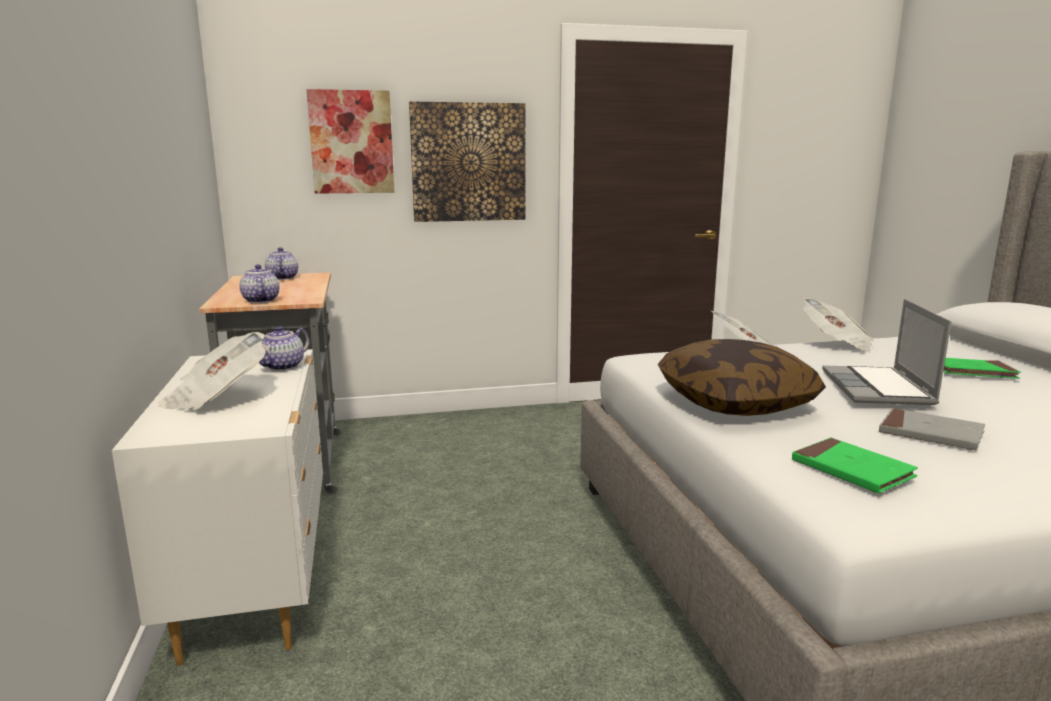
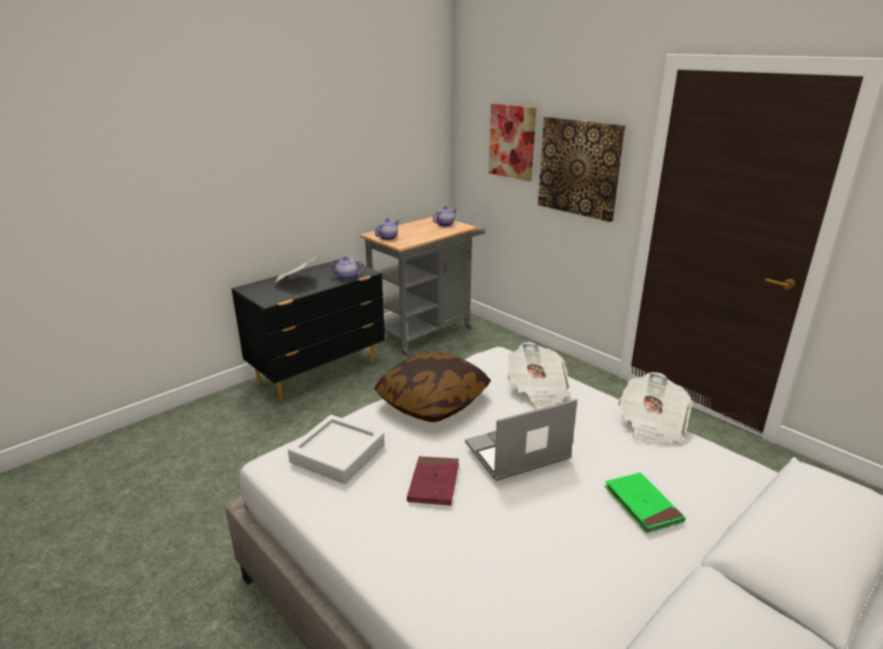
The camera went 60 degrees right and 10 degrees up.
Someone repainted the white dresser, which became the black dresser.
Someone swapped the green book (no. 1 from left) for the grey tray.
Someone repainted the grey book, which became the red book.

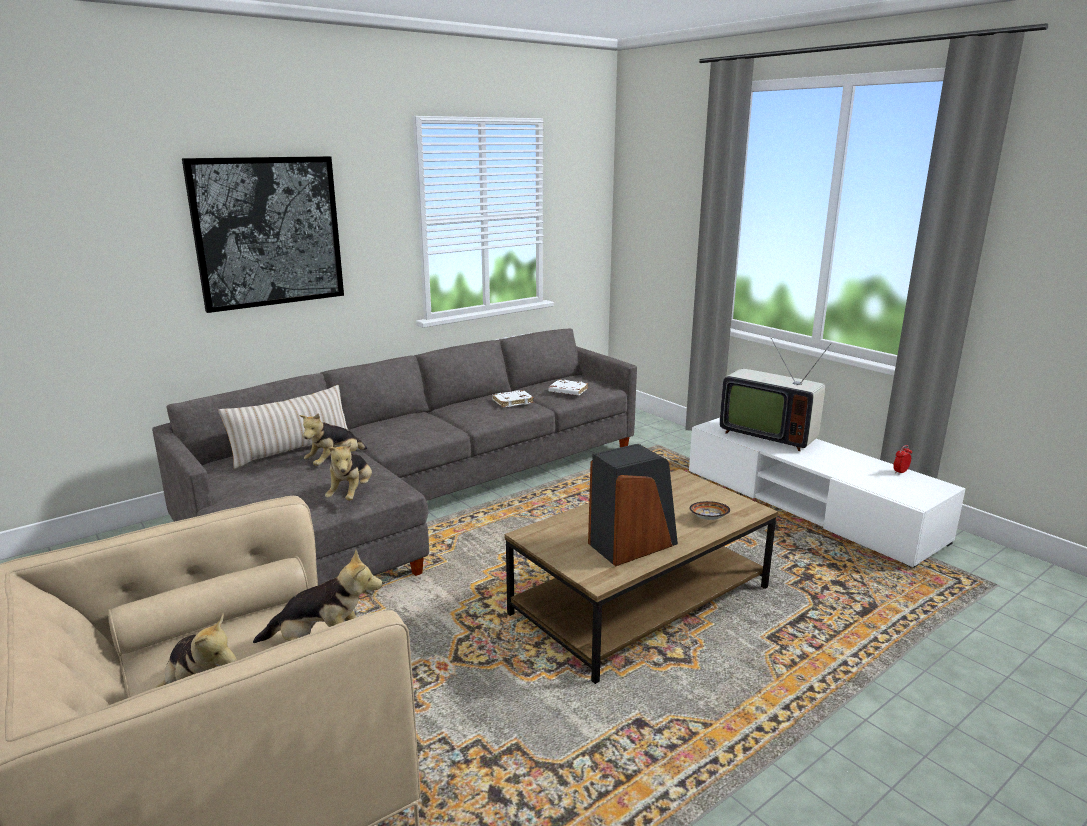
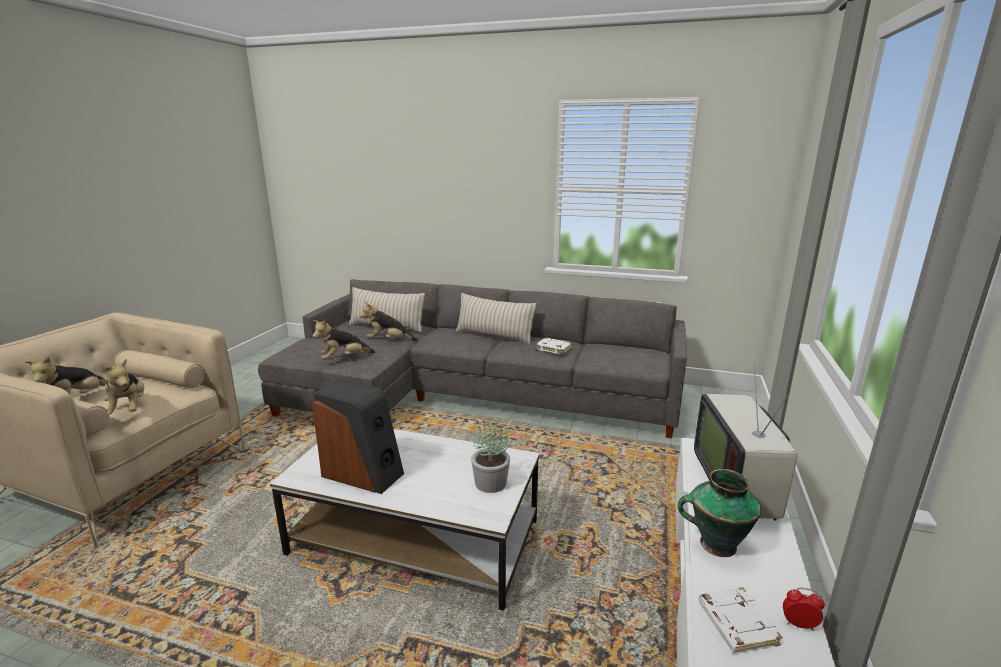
The camera went 55 degrees right and 0 degrees up.
Someone repainted the brown coffee table, which became the white coffee table.
Someone put down the beige pillow (no. 2 from left).
Someone put down the potted plant.
Someone put down the vase.
Someone carried the white book (no. 2 from left).
Someone took away the picture.
Someone took away the bowl.

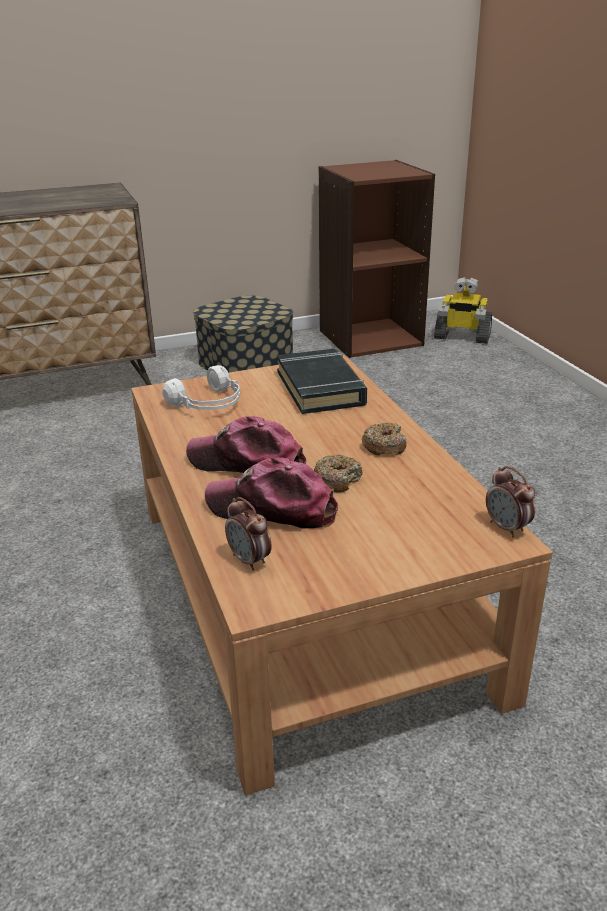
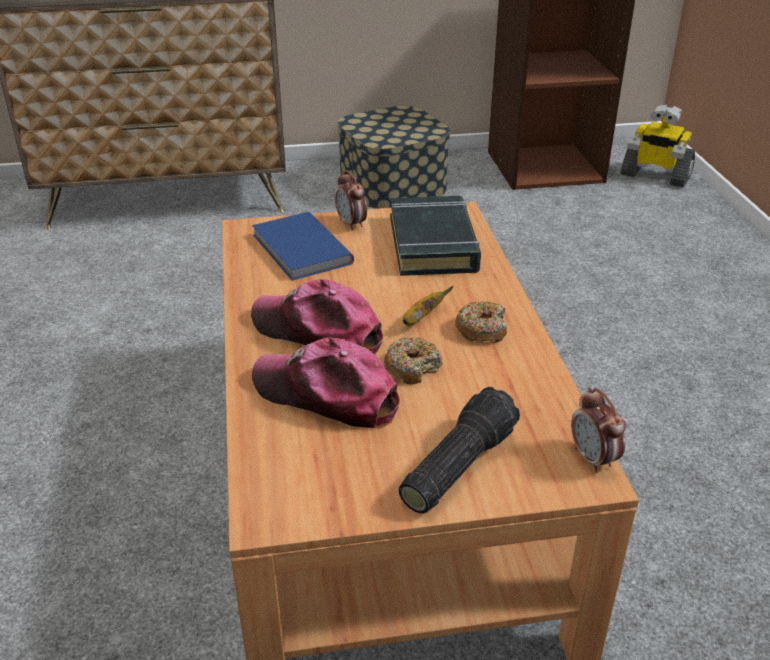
The camera went 10 degrees right and 5 degrees up.
Someone swapped the white headphones for the blue book.
Someone carried the alarm clock (no. 1 from left).
Someone put down the flashlight.
Someone put down the banana.

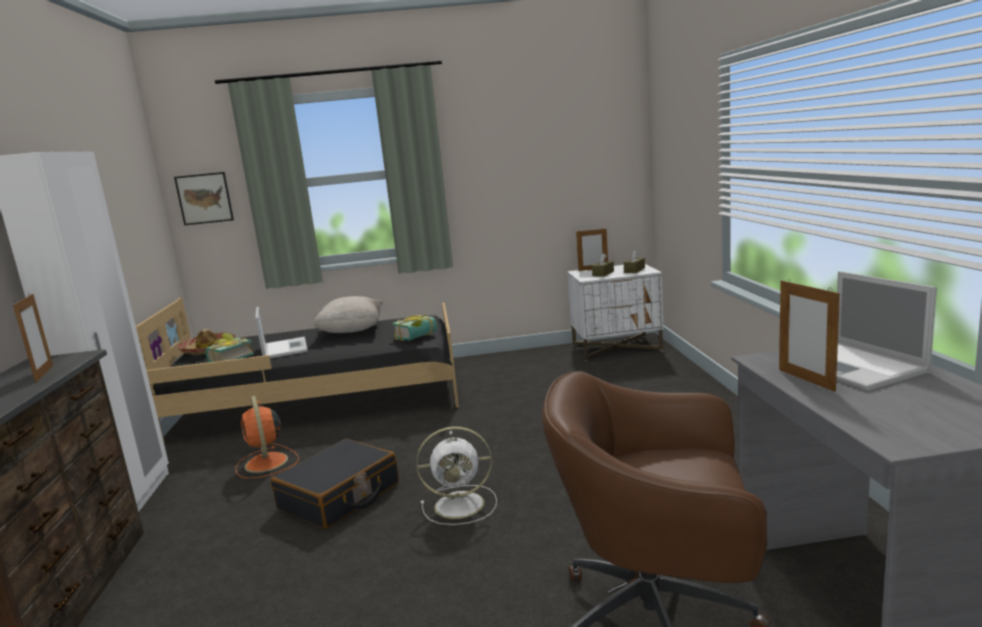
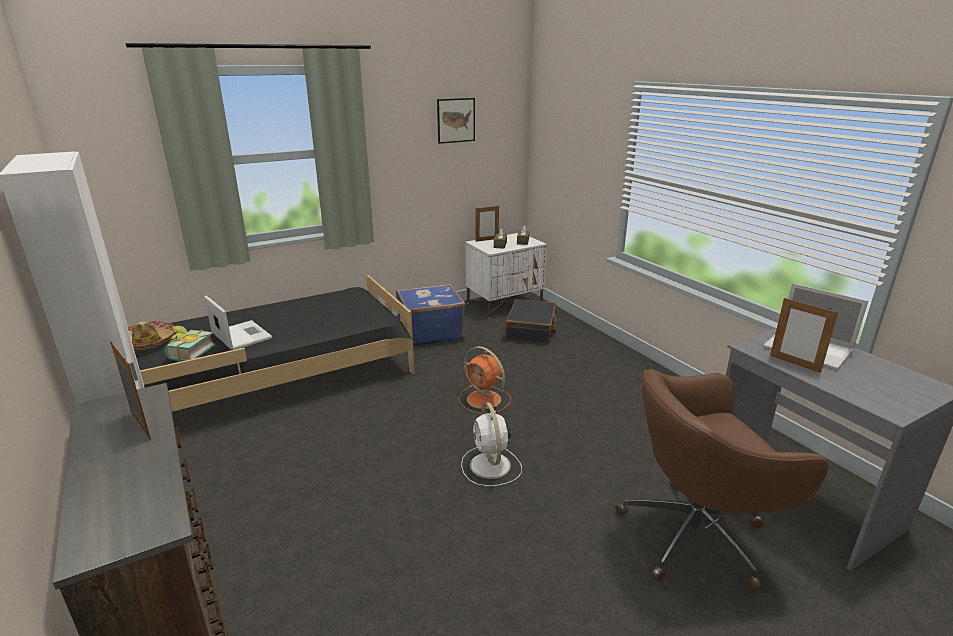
The camera went 25 degrees left and 10 degrees up.
Someone put down the blue suitcase.
Someone carried the picture.
Someone carried the orange fan.
Someone rotated the white fan by 105 degrees clockwise.
Someone carried the black suitcase.
Someone took away the beige pillow.
Someone took away the book (no. 2 from left).

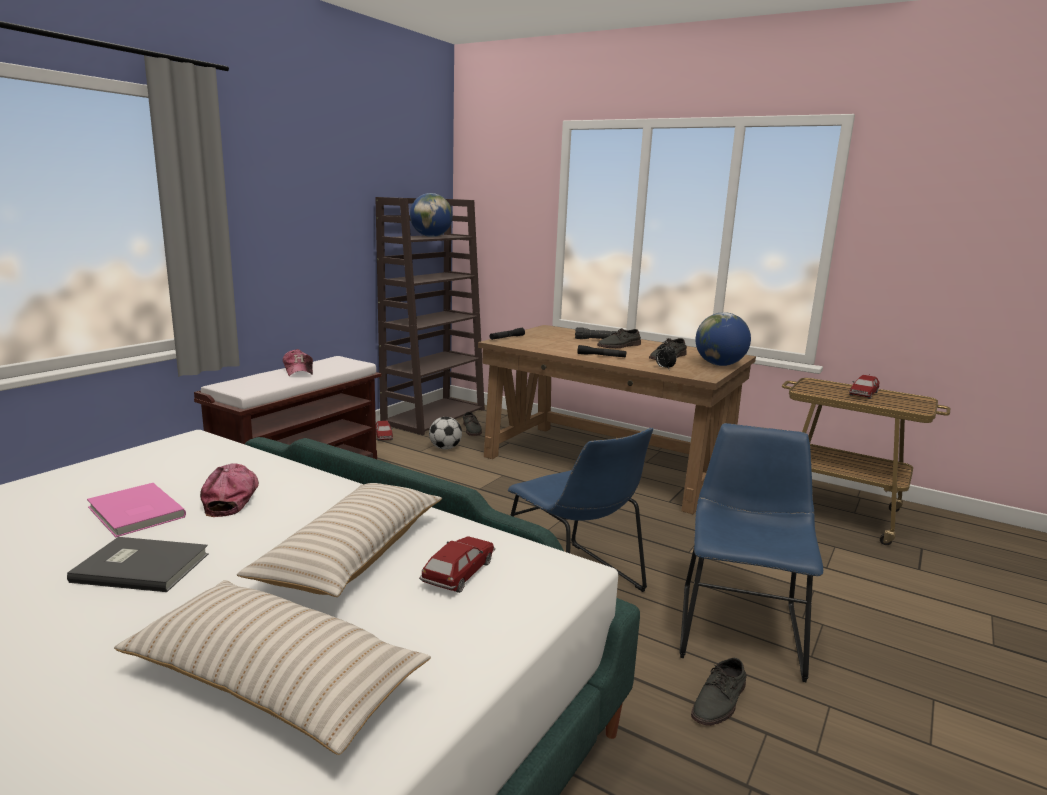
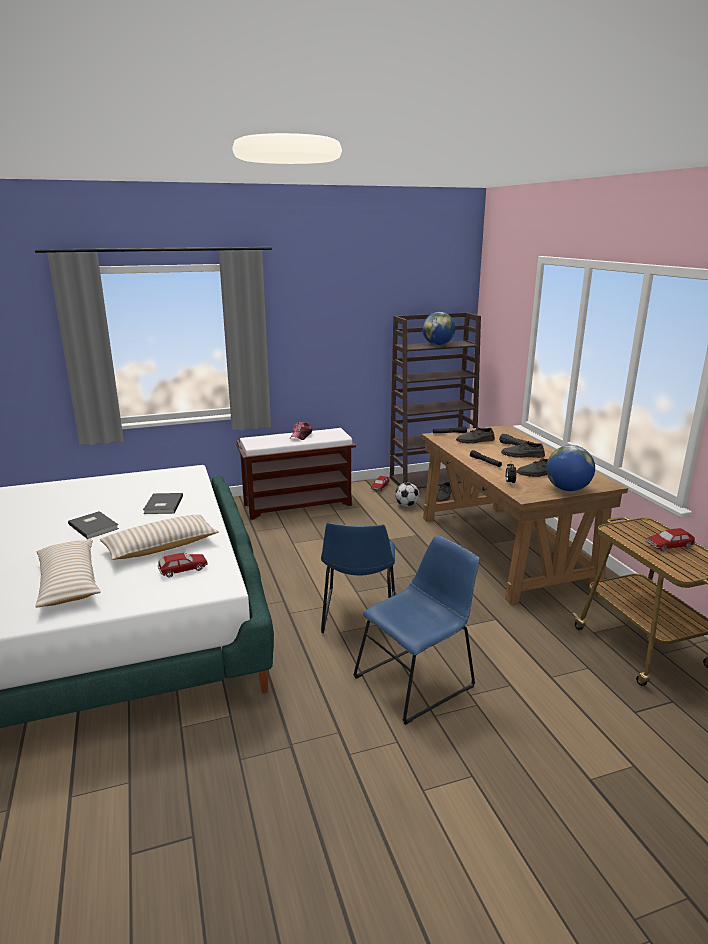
The camera went 40 degrees right and 5 degrees up.
Someone swapped the cap (no. 1 from left) for the grey book (no. 2 from left).
Someone carried the grey shoe (no. 4 from left in the first image).
Someone took away the pink book.

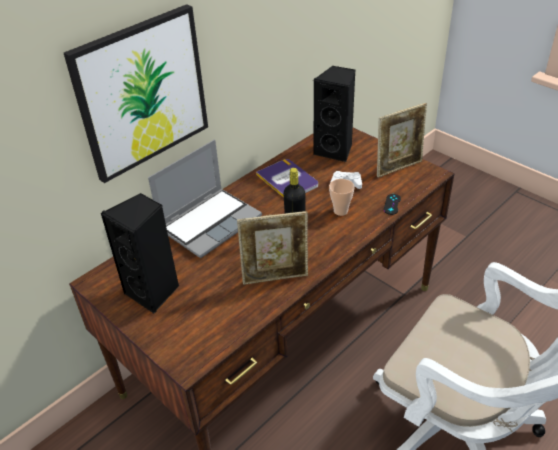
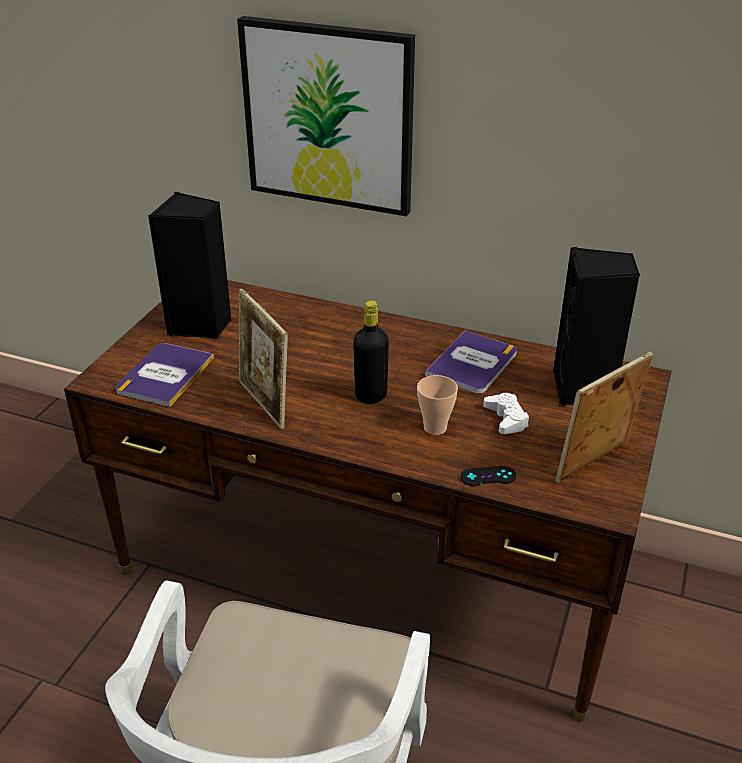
The camera went 65 degrees right and 5 degrees down.
Someone put down the book (no. 1 from left).
Someone rotated the picture frame (no. 2 from left) by 105 degrees clockwise.
Someone took away the laptop.

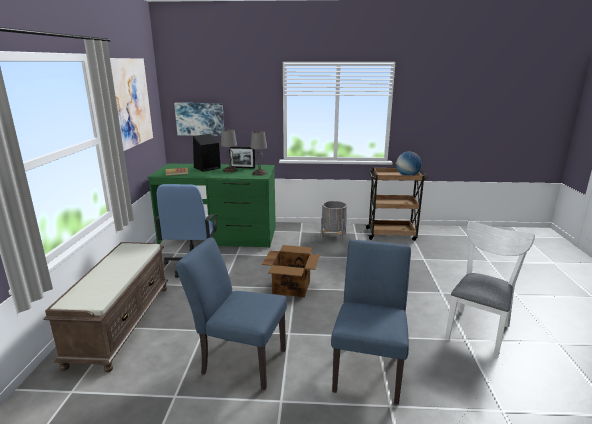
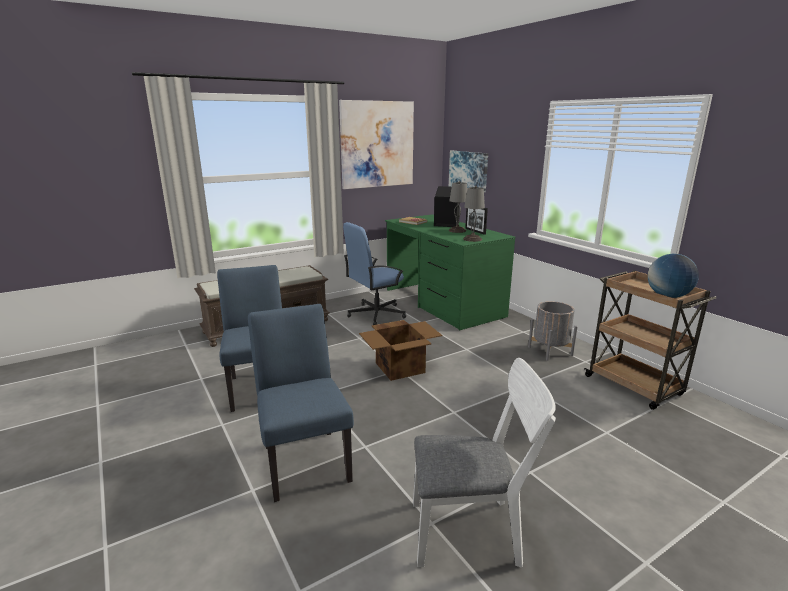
The camera went 55 degrees right and 0 degrees up.
Someone rotated the blue chair (no. 2 from left) by 90 degrees counterclockwise.

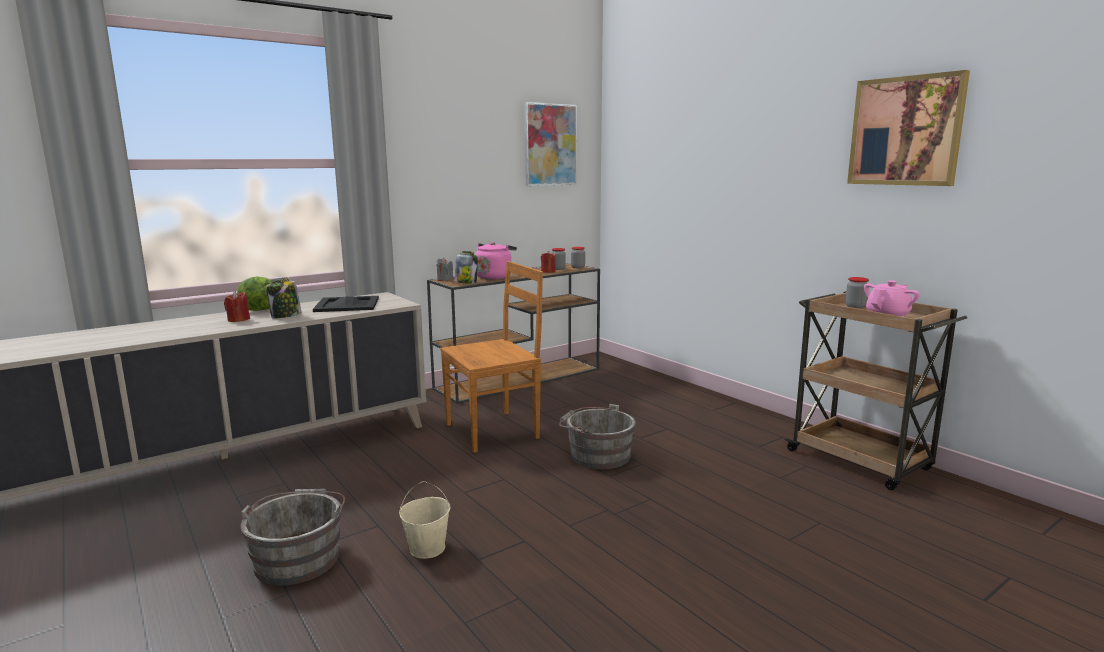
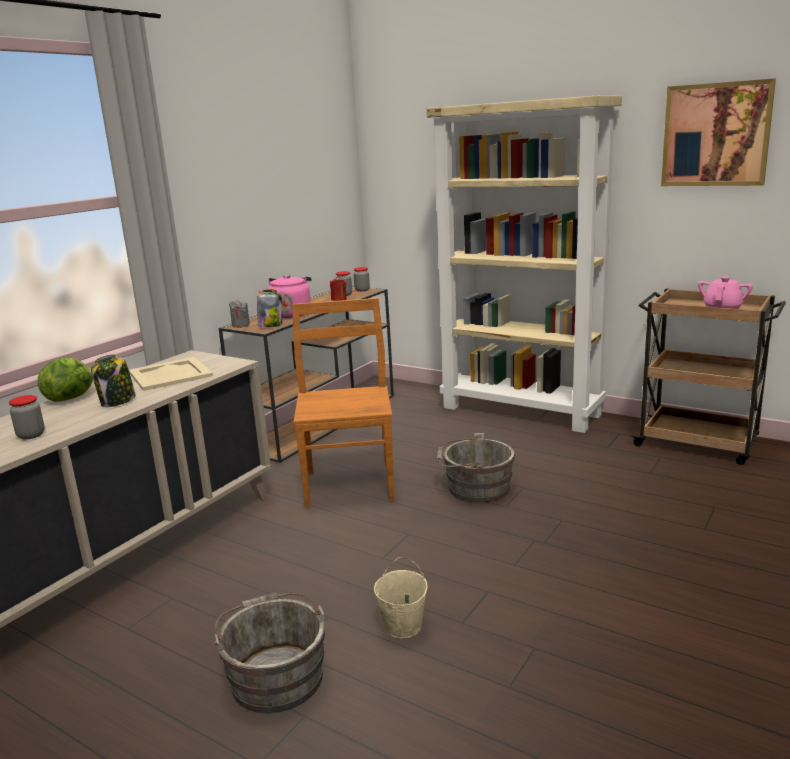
The camera went 20 degrees left and 5 degrees up.
Someone carried the jar (no. 5 from left in the first image).
Someone repainted the black tray, which became the beige tray.
Someone rotated the brown chair by 45 degrees counterclockwise.
Someone put down the beige bookcase.
Someone took away the red candle (no. 1 from left).
Someone took away the picture (no. 1 from left).

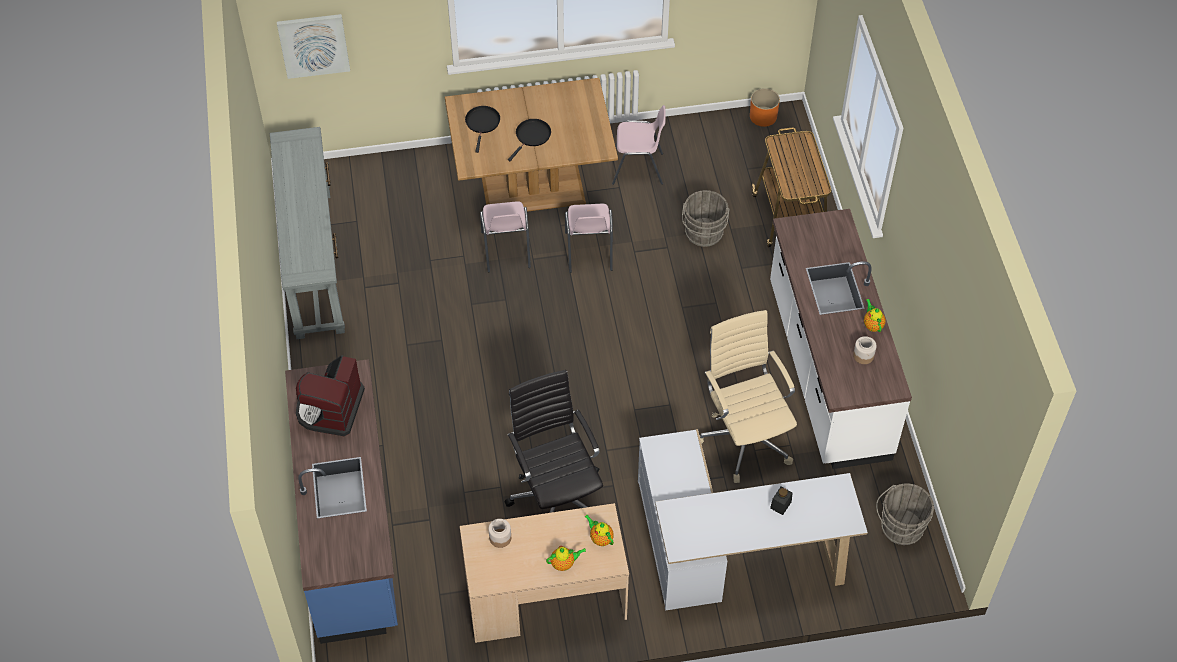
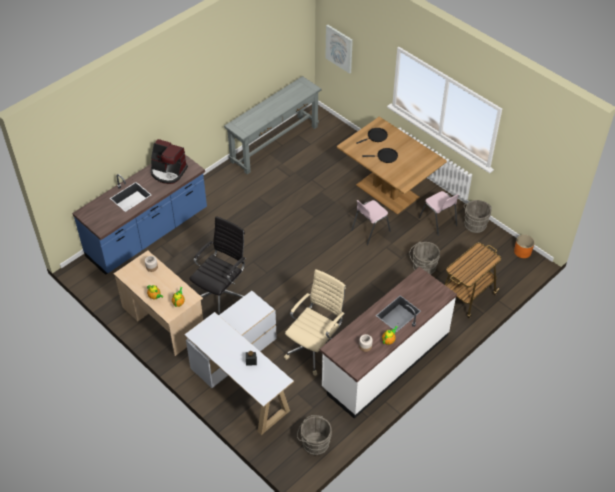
The camera went 55 degrees right and 5 degrees down.
Someone rotated the coffee machine by 135 degrees counterclockwise.
Someone put down the grey bucket (no. 3 from left).
Someone took away the pink chair (no. 1 from left).

